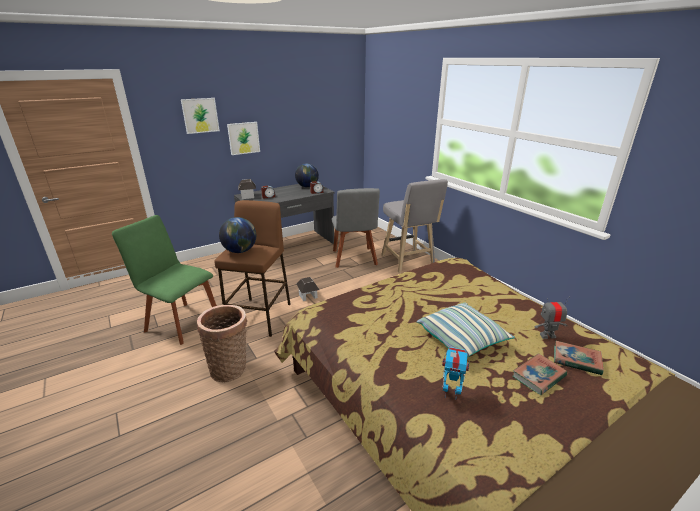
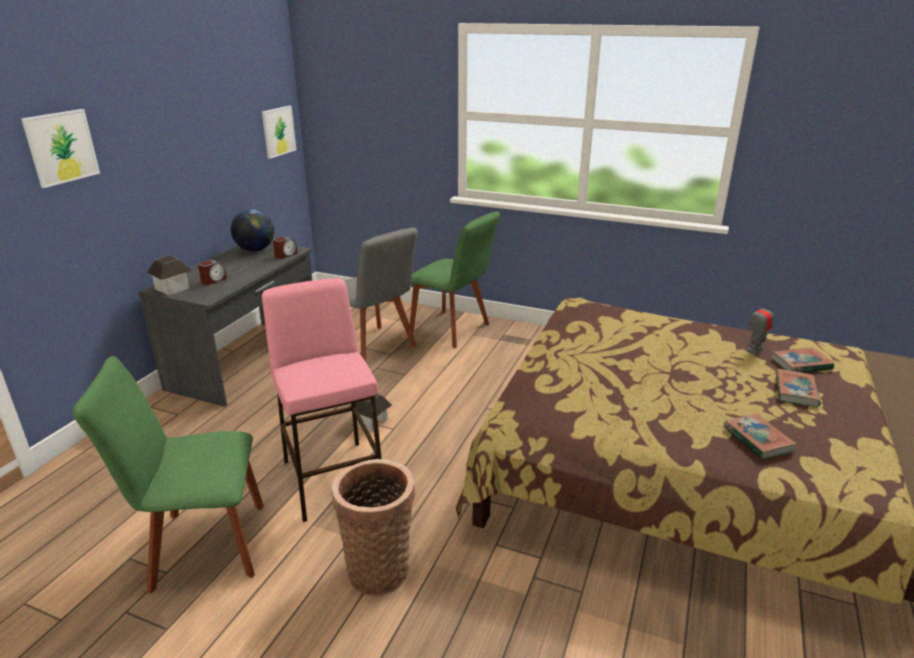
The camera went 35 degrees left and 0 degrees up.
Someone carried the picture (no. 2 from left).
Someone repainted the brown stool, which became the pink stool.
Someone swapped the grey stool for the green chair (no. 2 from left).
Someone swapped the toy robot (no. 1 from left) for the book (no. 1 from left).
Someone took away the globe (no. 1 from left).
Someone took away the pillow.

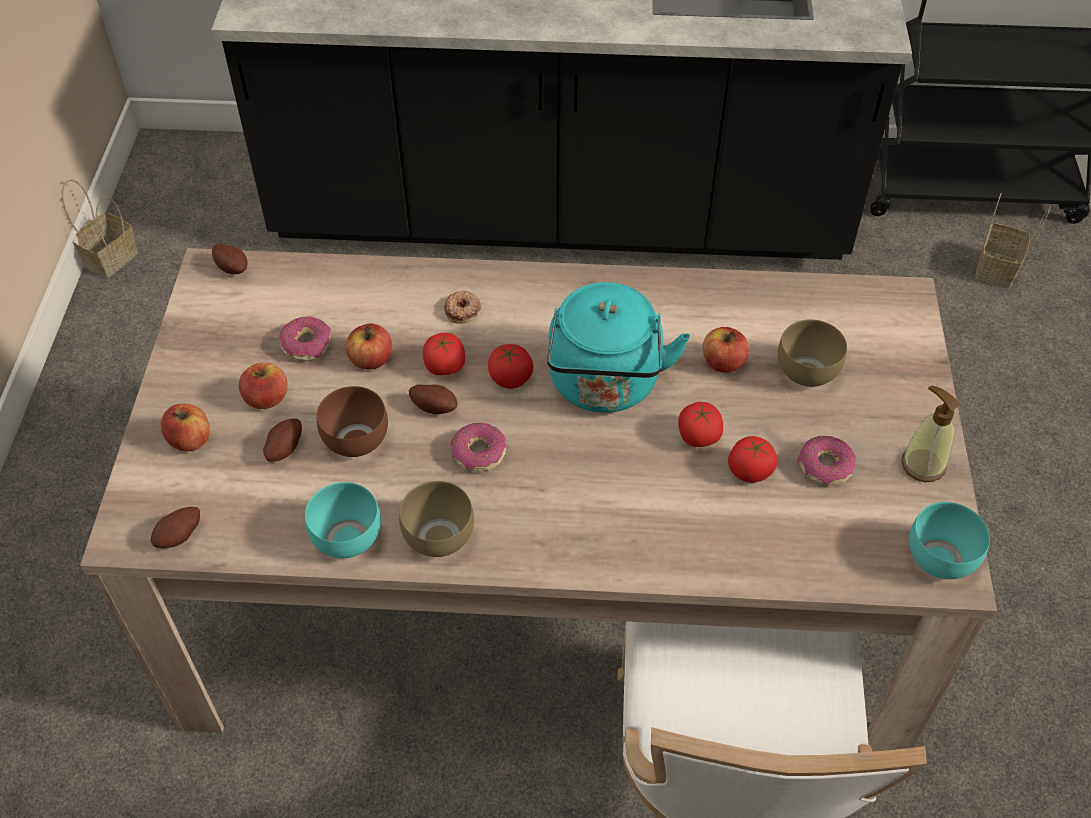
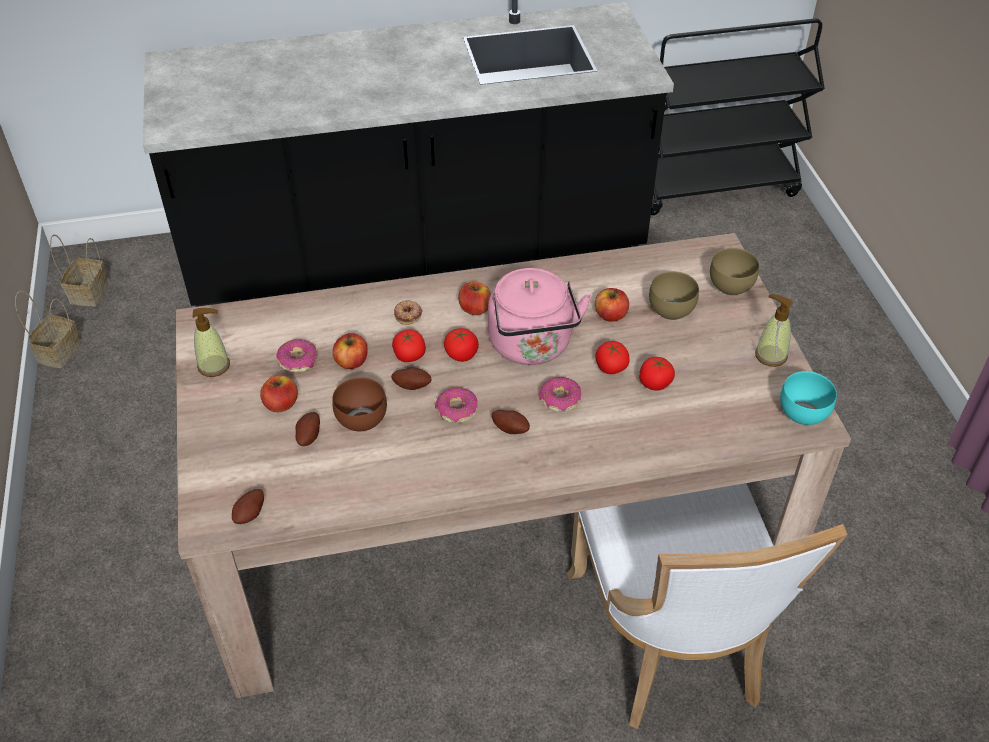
The camera went 15 degrees left and 5 degrees down.
Someone carried the basket (no. 2 from left).
Someone put down the soap dispenser (no. 1 from left).
Someone carried the apple (no. 1 from left in the first image).
Someone repainted the turquoise kettle, which became the pink kettle.
Someone carried the potato (no. 2 from left in the first image).
Someone carried the donut (no. 4 from left).
Someone carried the brown bowl (no. 2 from left in the first image).
Someone took away the turquoise bowl (no. 1 from left).

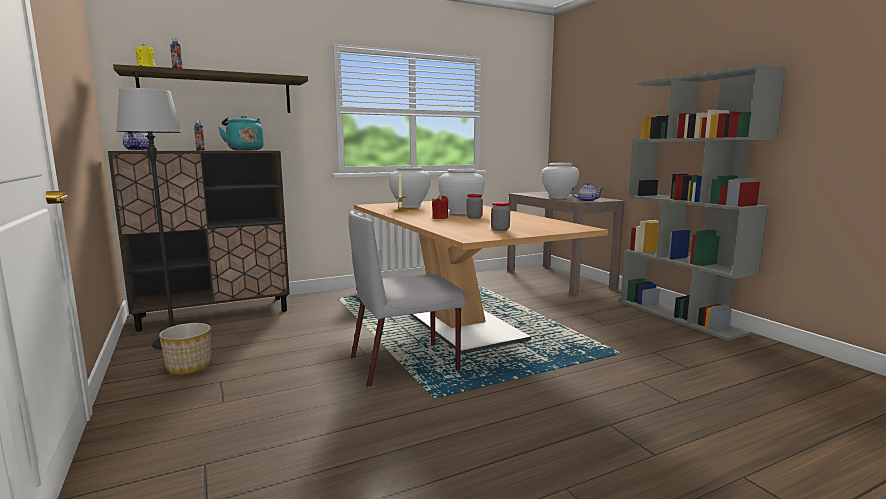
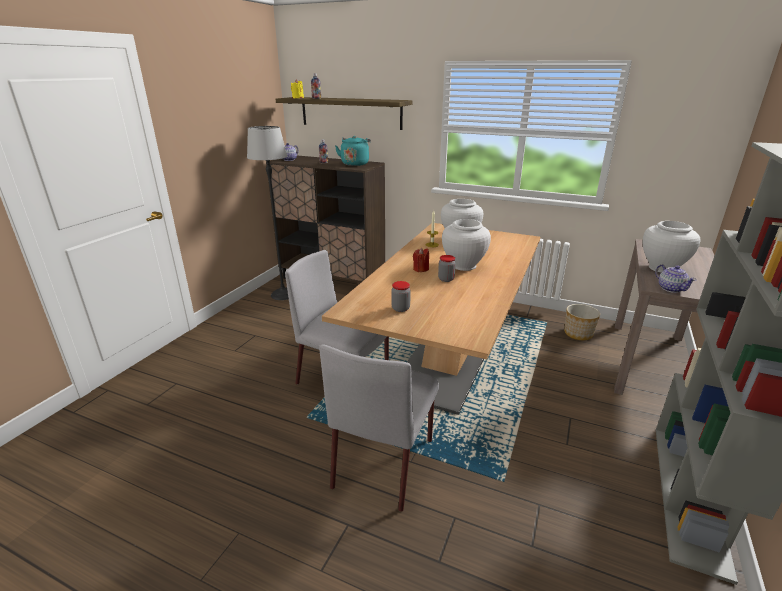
The camera went 50 degrees right and 15 degrees up.
Someone put down the grey chair (no. 2 from left).
Someone carried the planter.

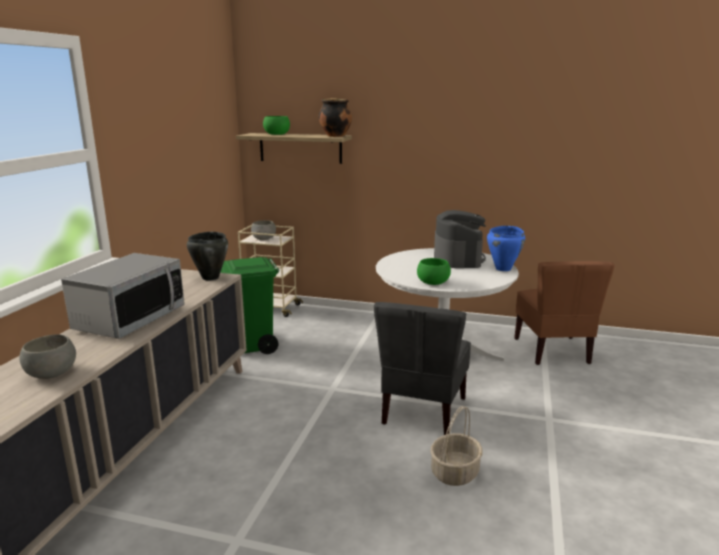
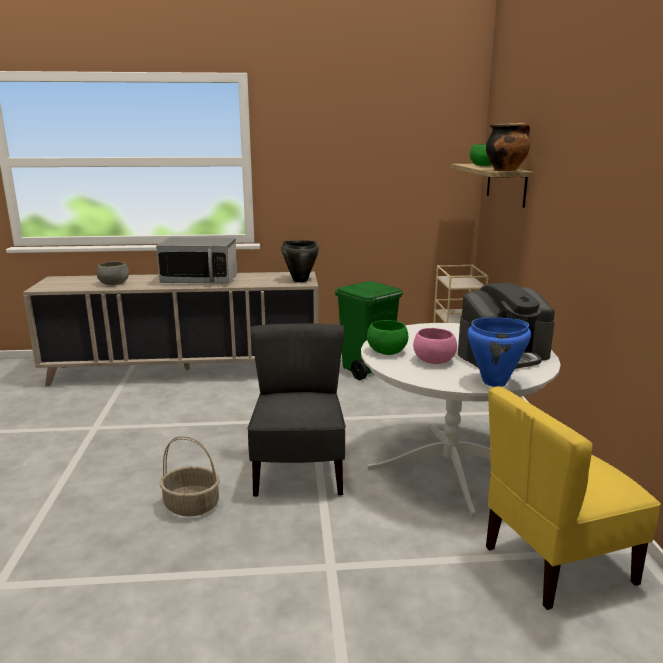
The camera went 70 degrees right and 0 degrees up.
Someone rotated the grey chair by 90 degrees clockwise.
Someone put down the pink bowl.
Someone repainted the brown chair, which became the yellow chair.
Someone took away the grey bowl (no. 2 from left).

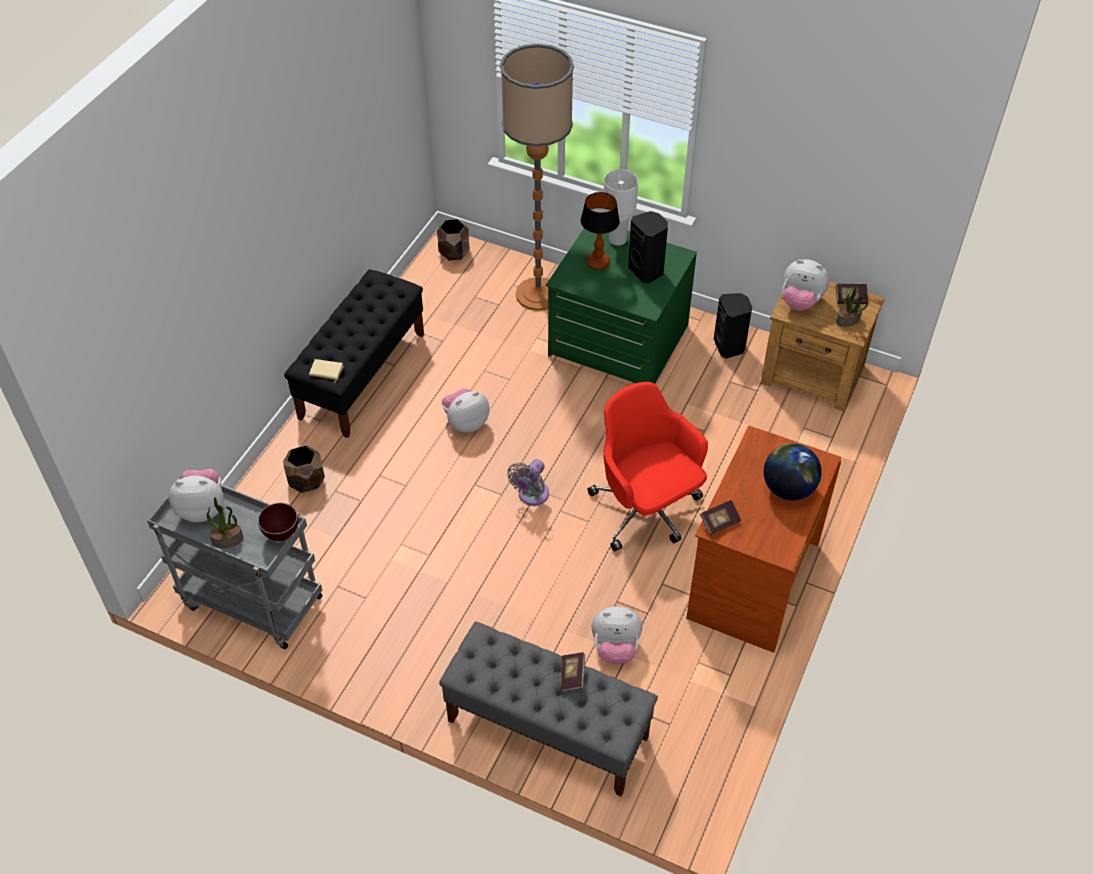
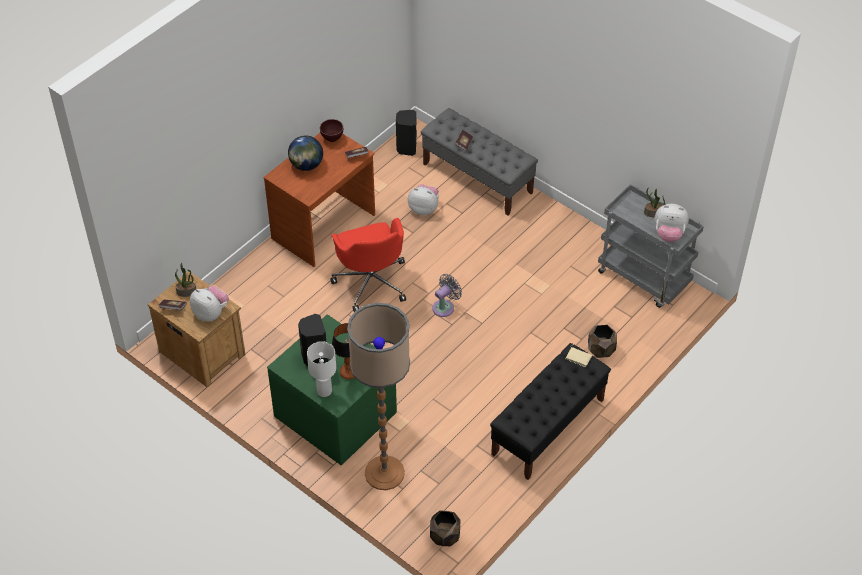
The camera went 165 degrees left and 0 degrees up.
Someone carried the brown bowl.
Someone carried the black speaker (no. 2 from left).
Someone took away the plush toy (no. 2 from left).

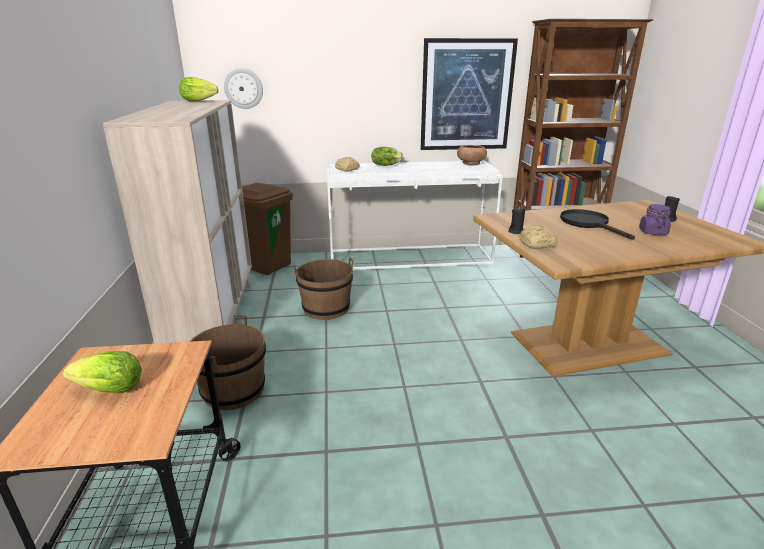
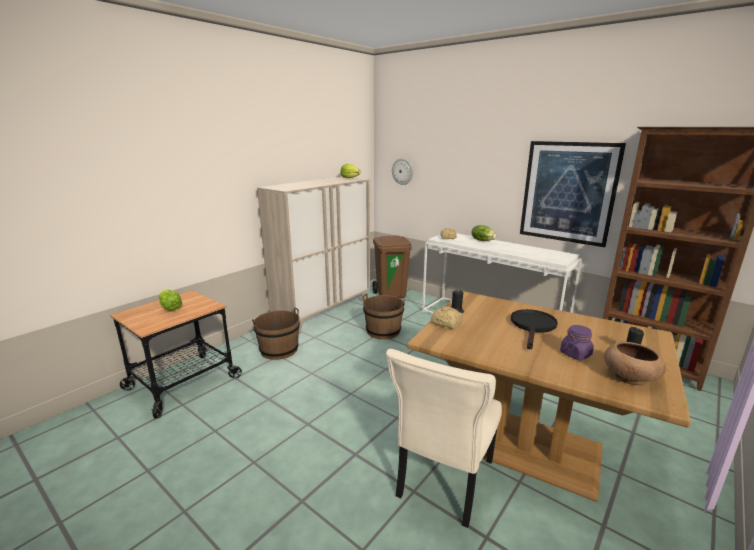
The camera went 45 degrees right and 5 degrees down.
Someone put down the beige chair.
Someone carried the brown bowl.

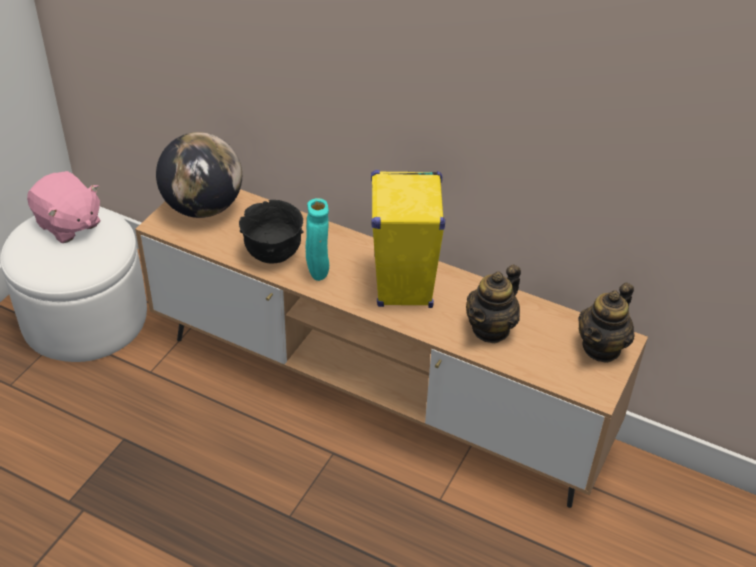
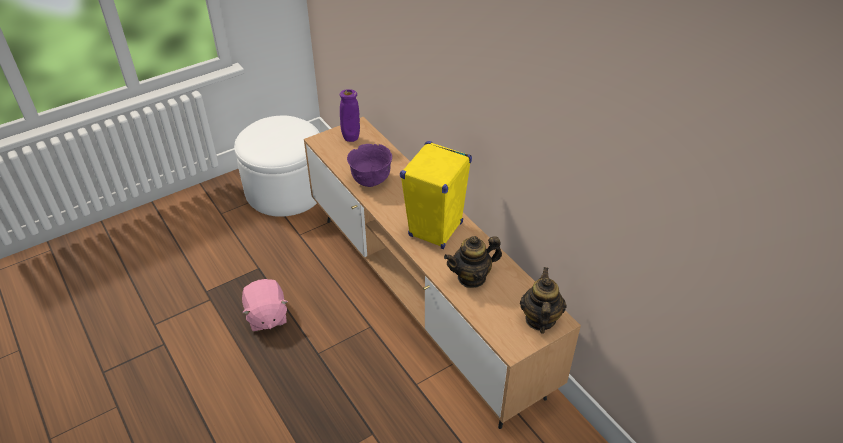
The camera went 30 degrees right and 0 degrees up.
Someone carried the pink plush toy.
Someone swapped the globe for the purple vase.
Someone repainted the black bowl, which became the purple bowl.
Someone rotated the teapot (no. 2 from left) by 120 degrees clockwise.
Someone took away the turquoise vase.

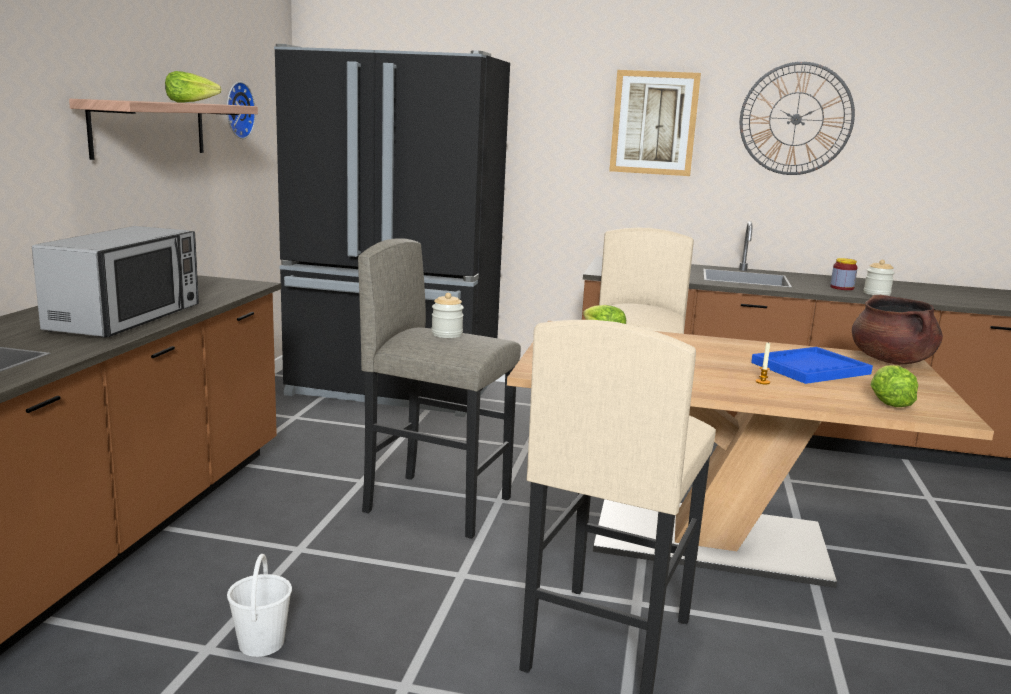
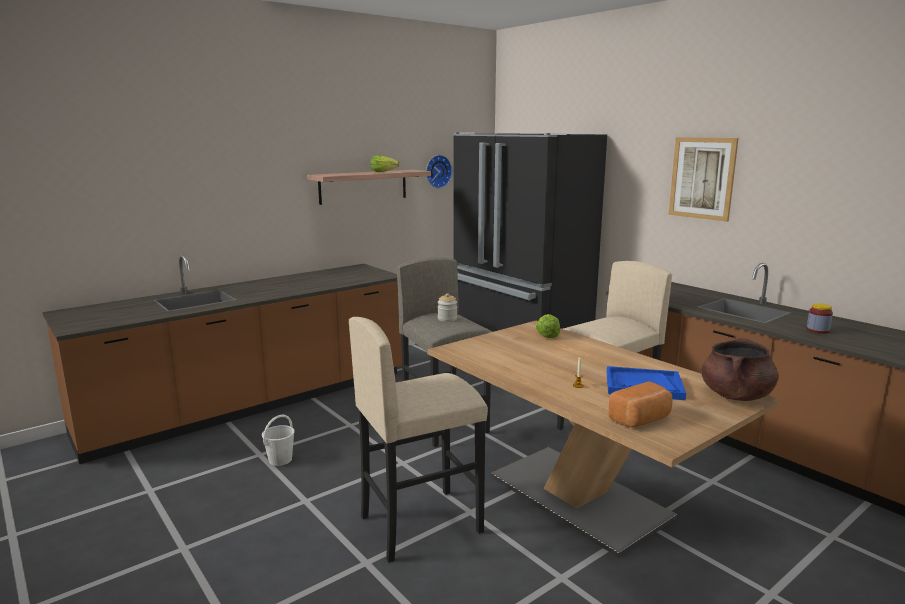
The camera went 40 degrees right and 0 degrees up.
Someone swapped the lettuce (no. 3 from left) for the bread.
Someone took away the microwave.
Someone took away the wall clock (no. 2 from left).
Someone took away the jar (no. 3 from left).

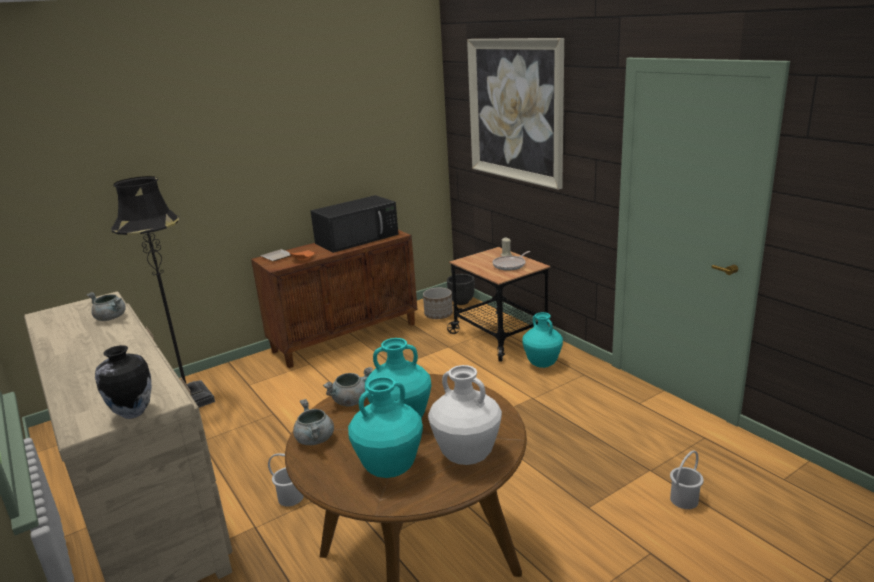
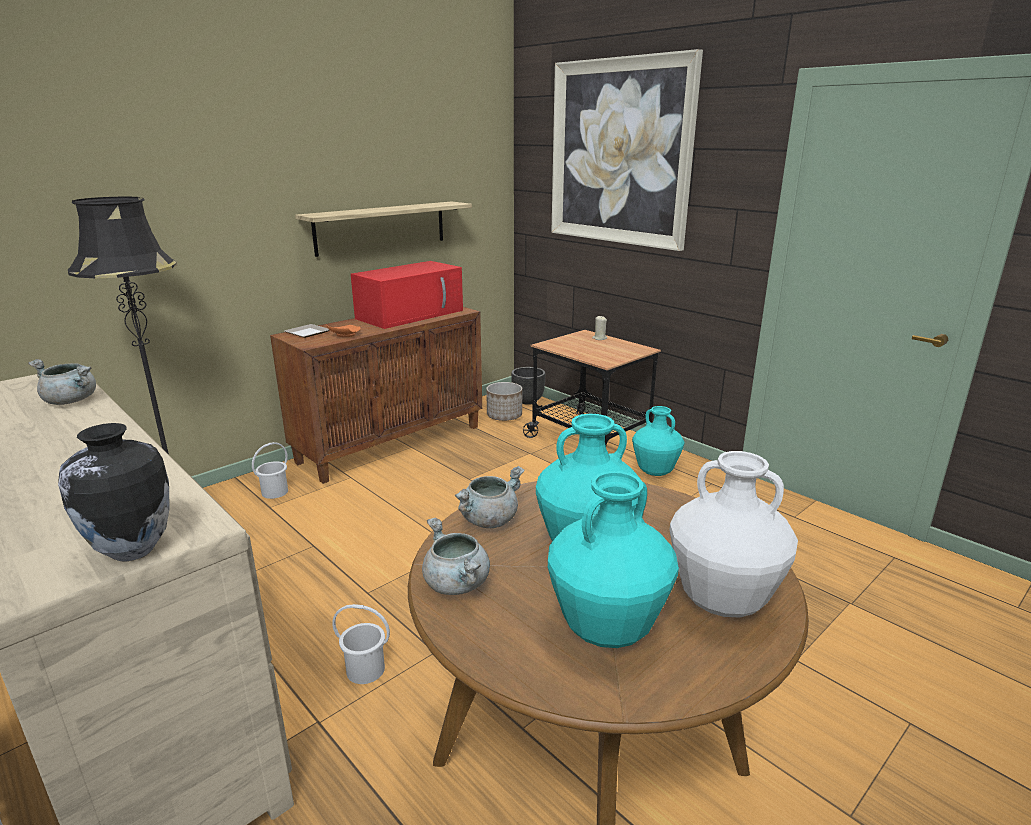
The camera went 10 degrees left and 0 degrees up.
Someone carried the white bucket (no. 2 from left in the first image).
Someone put up the shelf.
Someone repainted the black microwave, which became the red microwave.
Someone took away the frying pan.

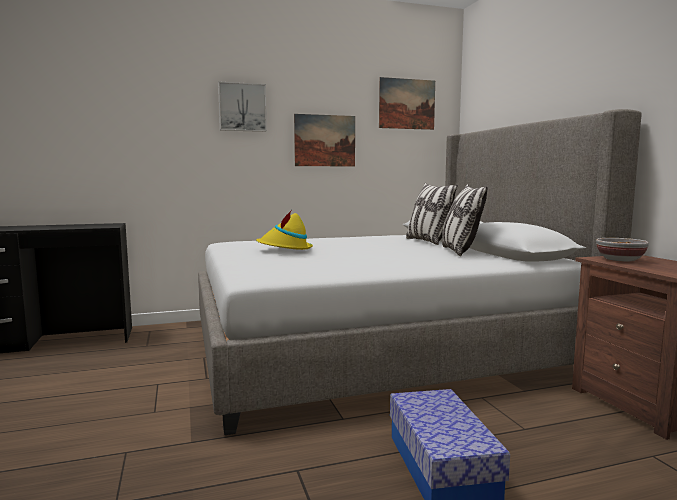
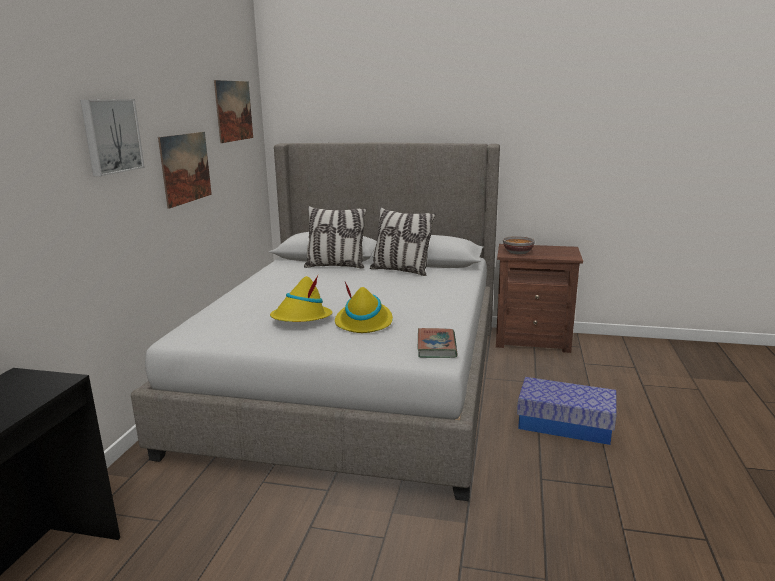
The camera went 60 degrees left and 10 degrees up.
Someone put down the yellow hat (no. 2 from left).
Someone put down the book.

